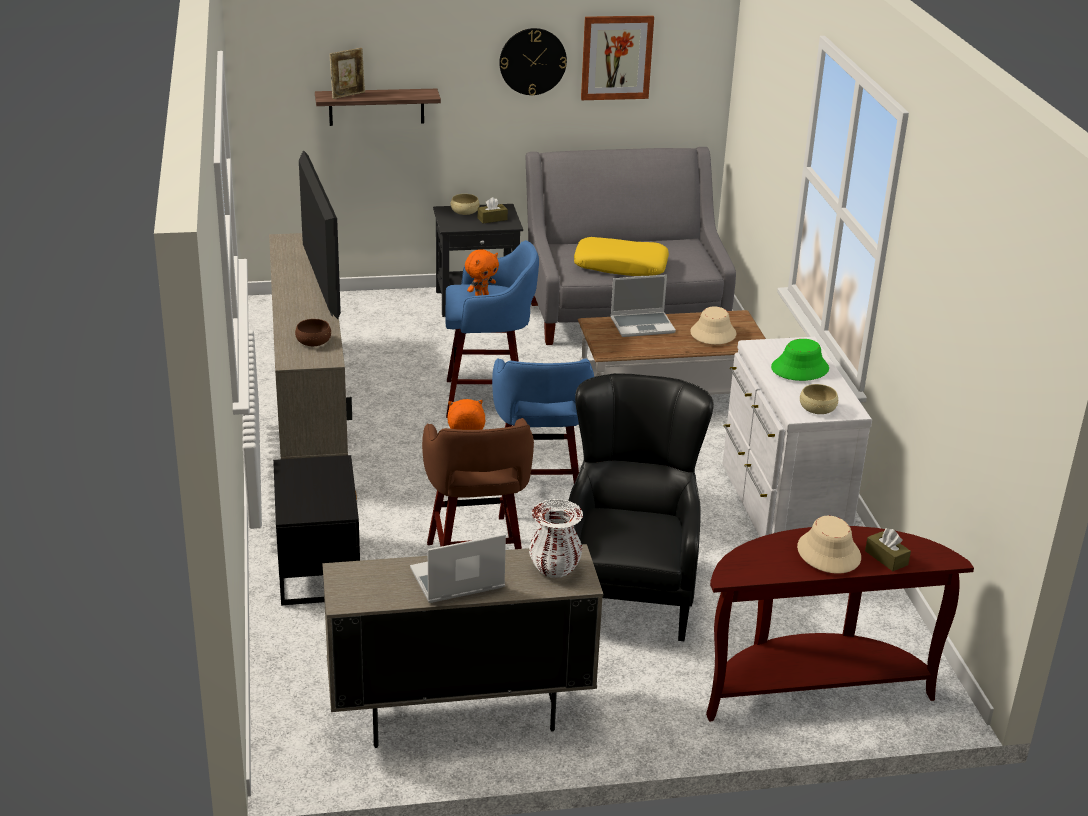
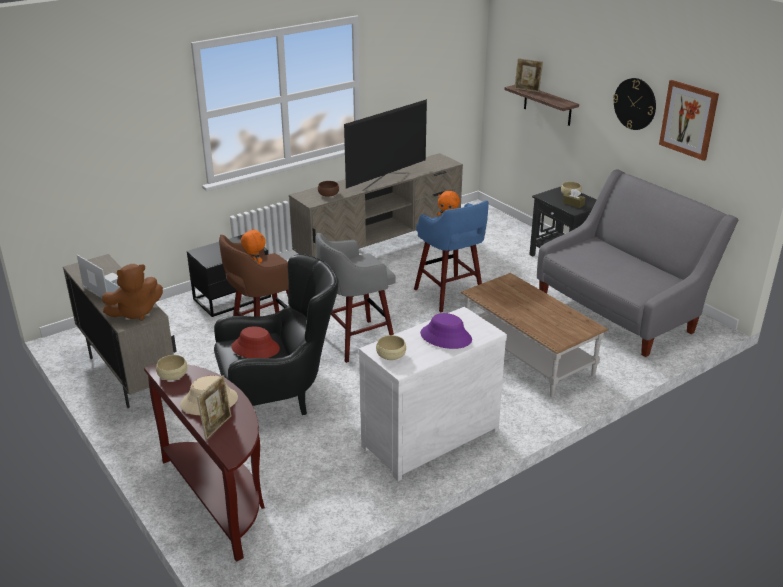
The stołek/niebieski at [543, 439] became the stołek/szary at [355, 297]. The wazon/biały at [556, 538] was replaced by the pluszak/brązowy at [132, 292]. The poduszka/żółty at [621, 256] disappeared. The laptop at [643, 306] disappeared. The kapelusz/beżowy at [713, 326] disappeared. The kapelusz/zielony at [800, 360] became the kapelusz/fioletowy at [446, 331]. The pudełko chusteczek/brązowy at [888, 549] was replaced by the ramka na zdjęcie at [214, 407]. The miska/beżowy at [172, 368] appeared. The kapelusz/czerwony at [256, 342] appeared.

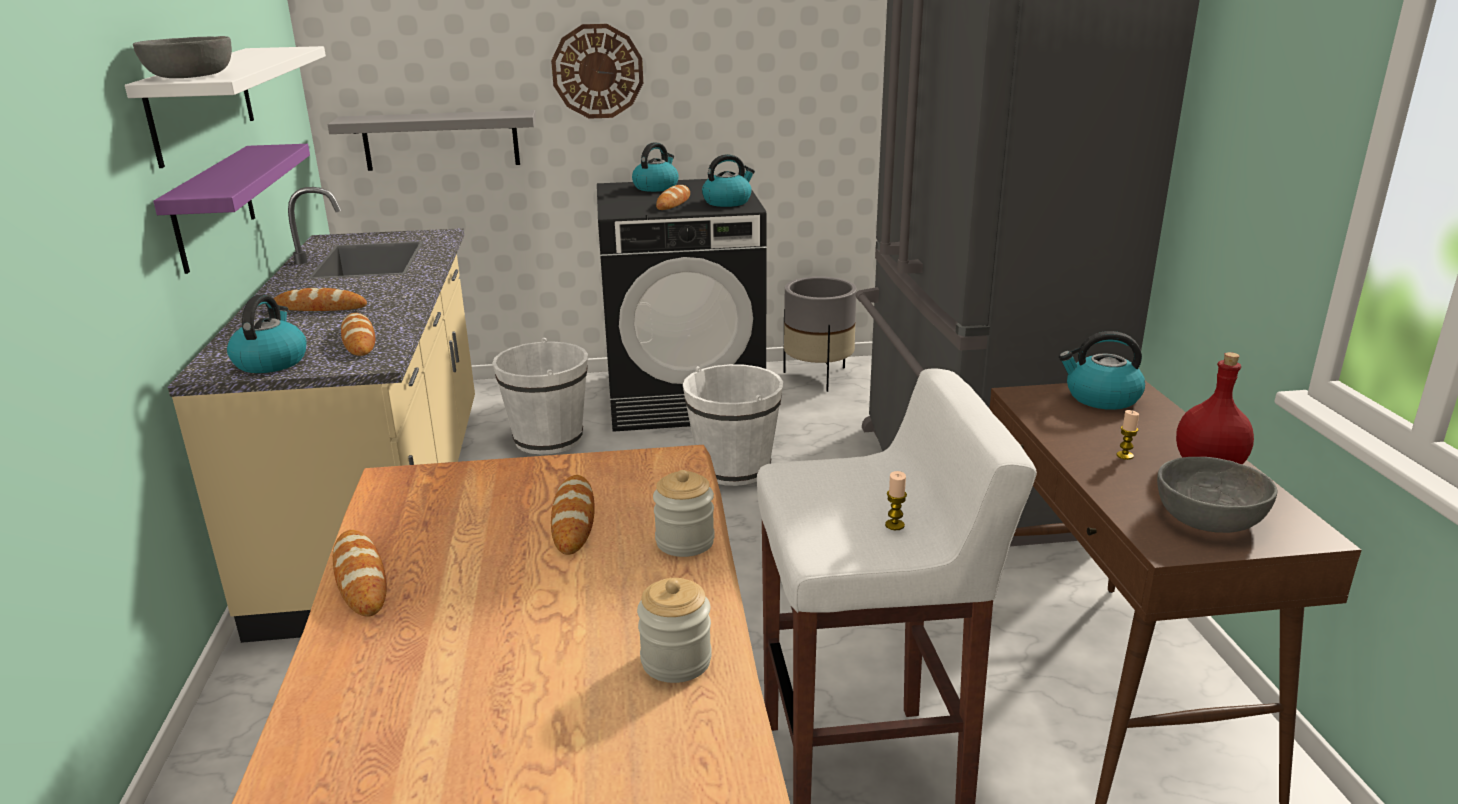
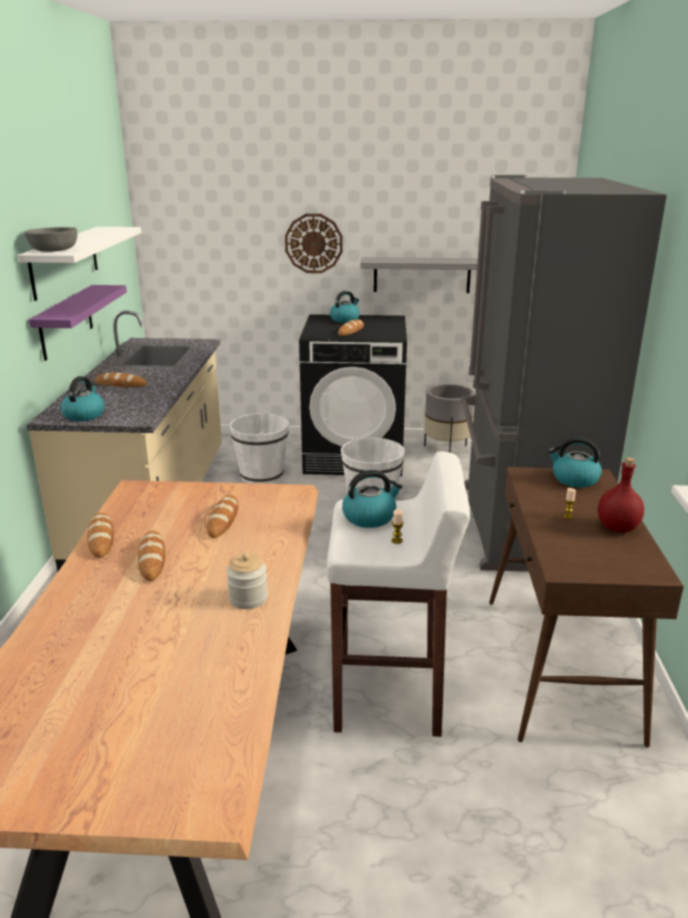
The półka/szary moved from [432, 140] to [419, 275]. The chleb moved from [358, 334] to [151, 555]. The słoik at [684, 513] disappeared. The czajnik moved from [728, 180] to [372, 499]. The miska/szary at [1217, 495] disappeared.

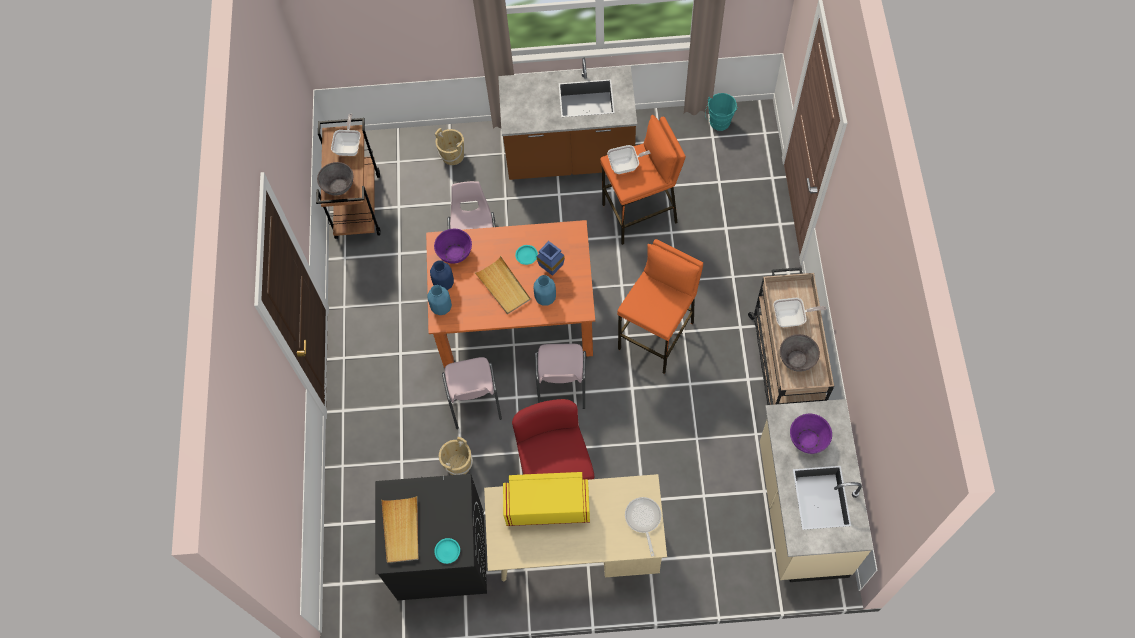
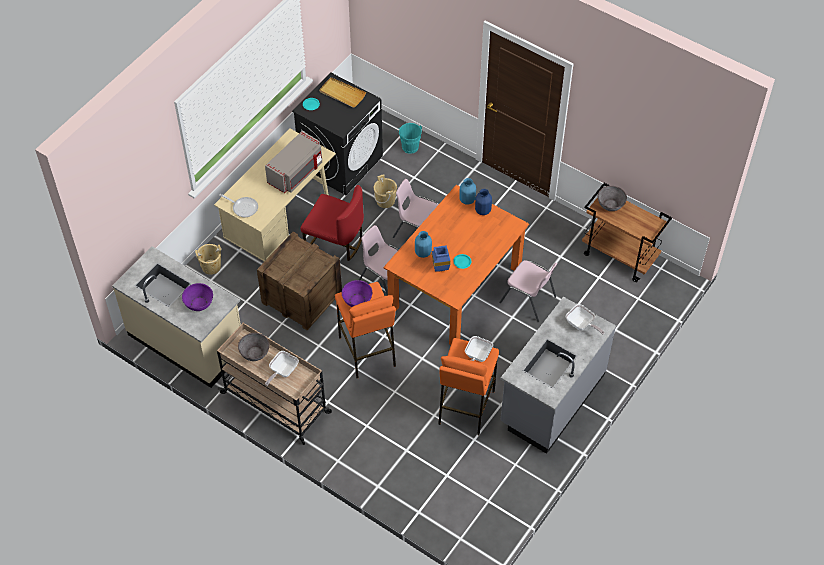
The patelnia moved from [346, 135] to [585, 319]. The miska/fioletowy moved from [453, 246] to [357, 293]. The wiadro/beżowy moved from [449, 146] to [208, 259]. The taca/beżowy at [502, 285] disappeared. The zabudowa kuchenna/brązowy at [567, 119] became the zabudowa kuchenna/szary at [558, 375]. The mikrofalówka/żółty at [546, 499] became the mikrofalówka/szary at [293, 162]. The wiadro/turkusowy moved from [721, 112] to [409, 138]. The skrzynka at [299, 281] appeared.

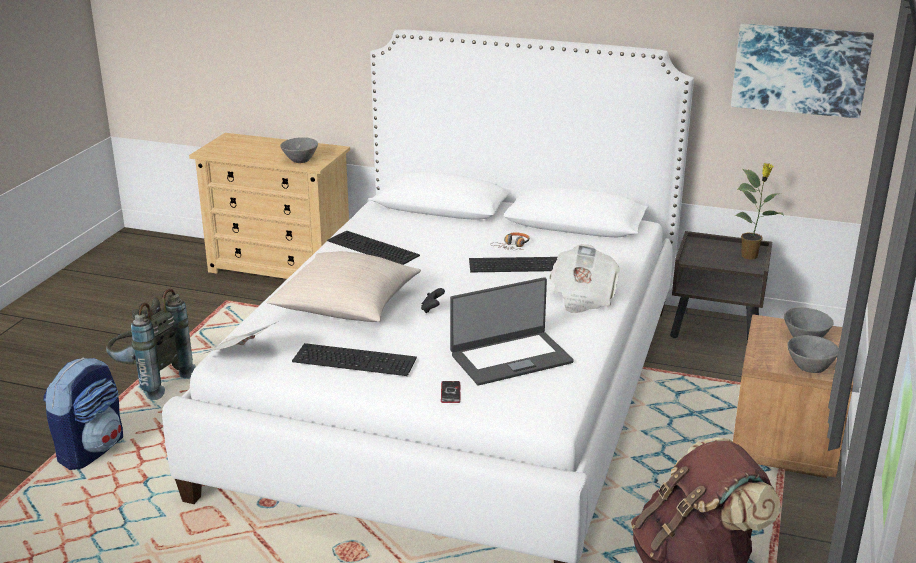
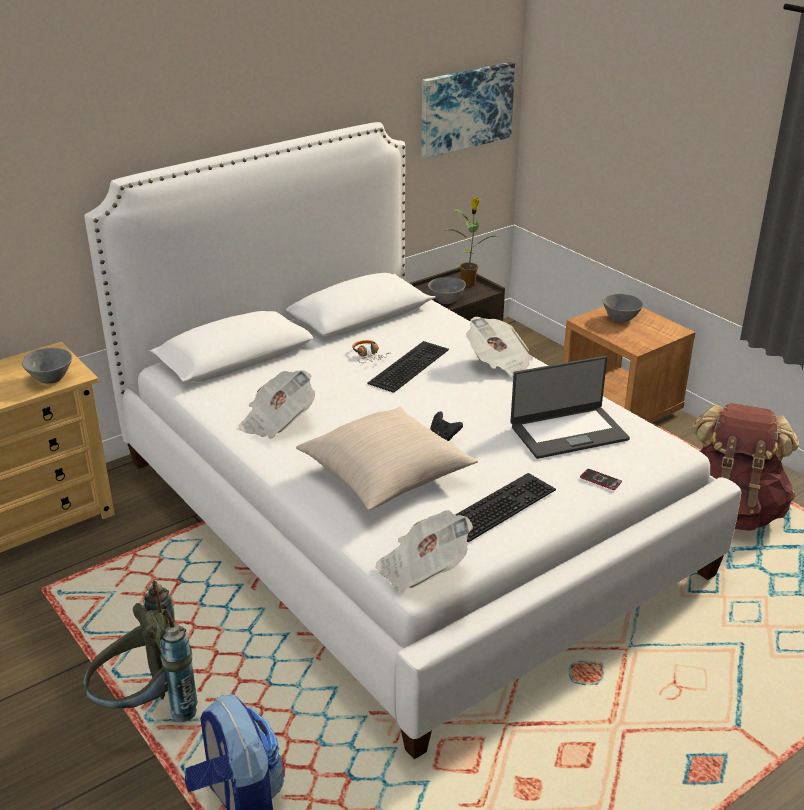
The klawiatura at [373, 248] was replaced by the gazeta at [277, 404]. The laptop at [512, 331] turned 60 degrees clockwise. The miska/szary moved from [813, 354] to [447, 290].

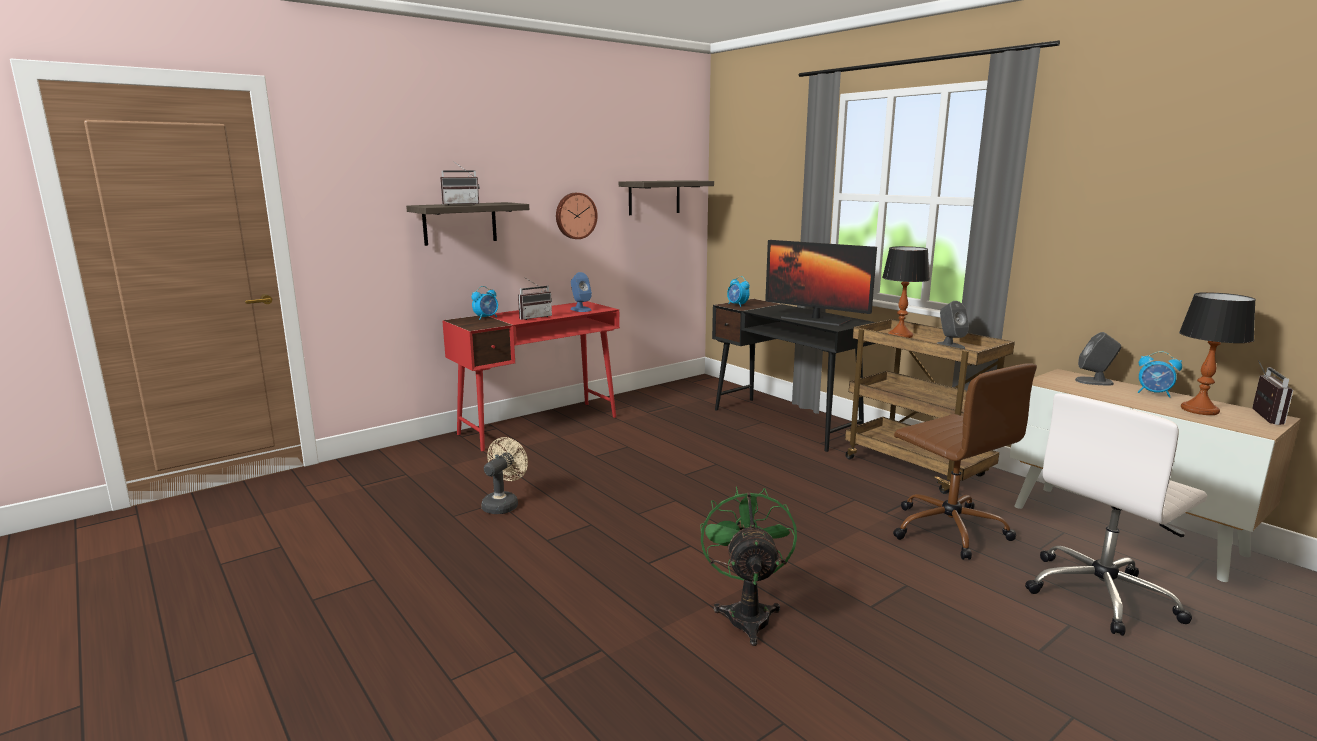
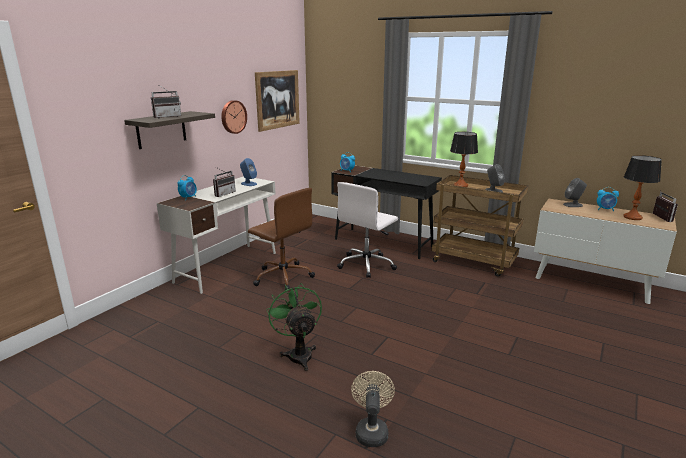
The biurko/czerwony at [531, 376] became the biurko/biały at [216, 235]. The wentylator/beżowy moved from [505, 475] to [373, 409]. The półka at [666, 197] was replaced by the obraz at [277, 101]. The wentylator/zielony moved from [748, 566] to [294, 327]. The monitor at [821, 283] disappeared. The krzesło biurowe/brązowy moved from [965, 462] to [281, 239]. The krzesło biurowe/biały moved from [1116, 514] to [367, 230].

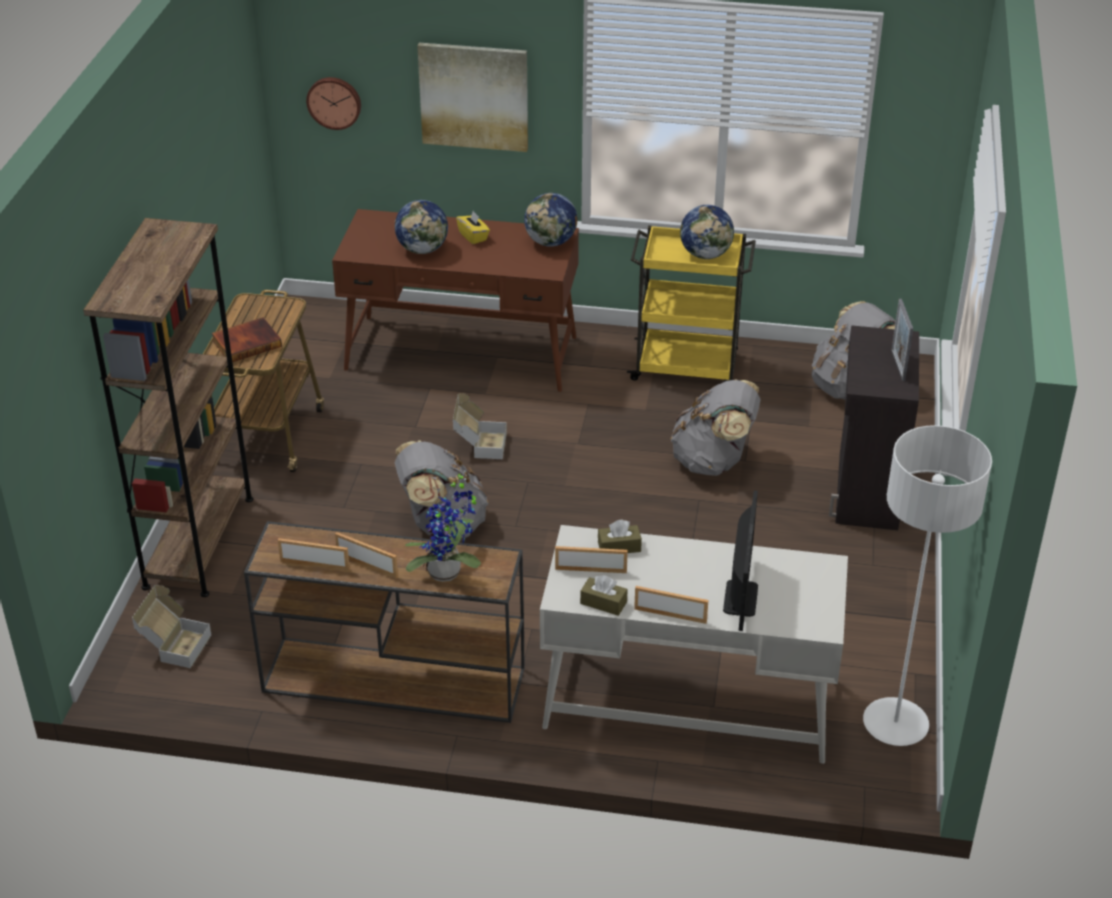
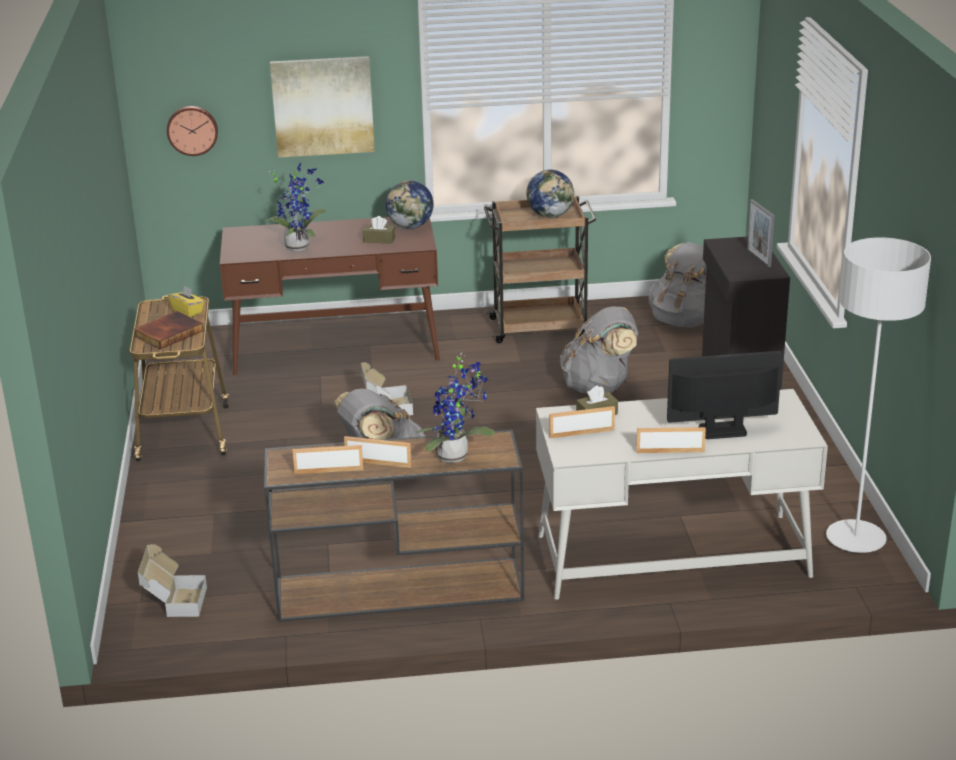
The regał/brązowy at [168, 407] disappeared. The globus at [421, 227] was replaced by the roślina doniczkowa at [296, 207]. The pudełko chusteczek/żółty moved from [473, 227] to [186, 301]. The pudełko chusteczek/brązowy moved from [604, 595] to [379, 230]. The wózek/żółty at [691, 303] became the wózek/brązowy at [540, 269]. The monitor at [740, 560] turned 90 degrees counterclockwise.

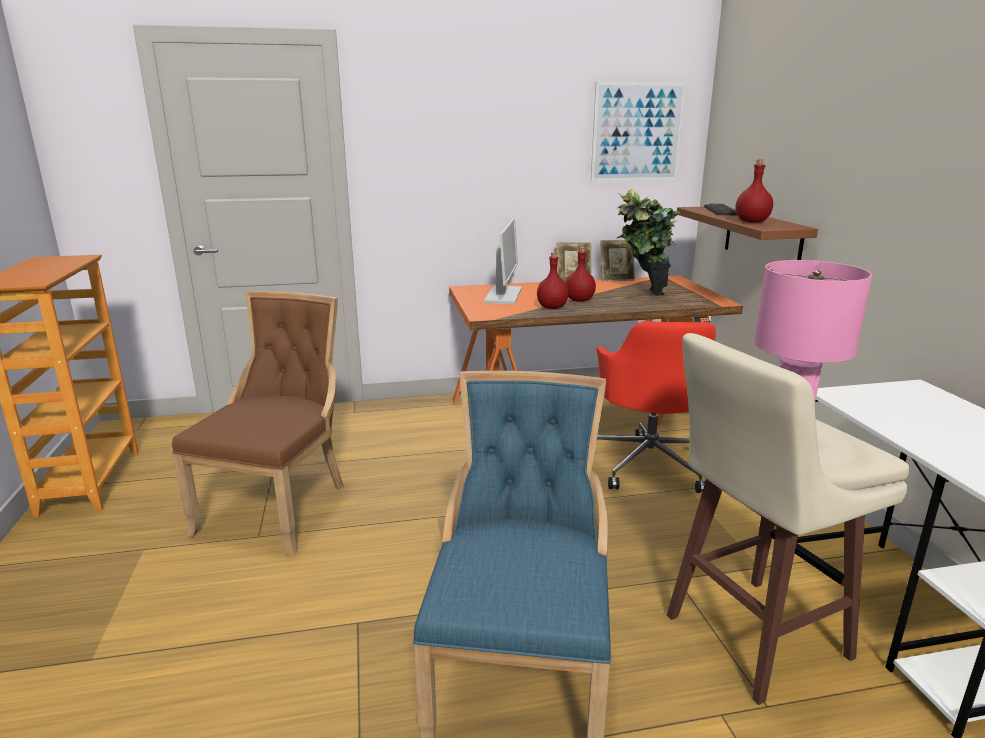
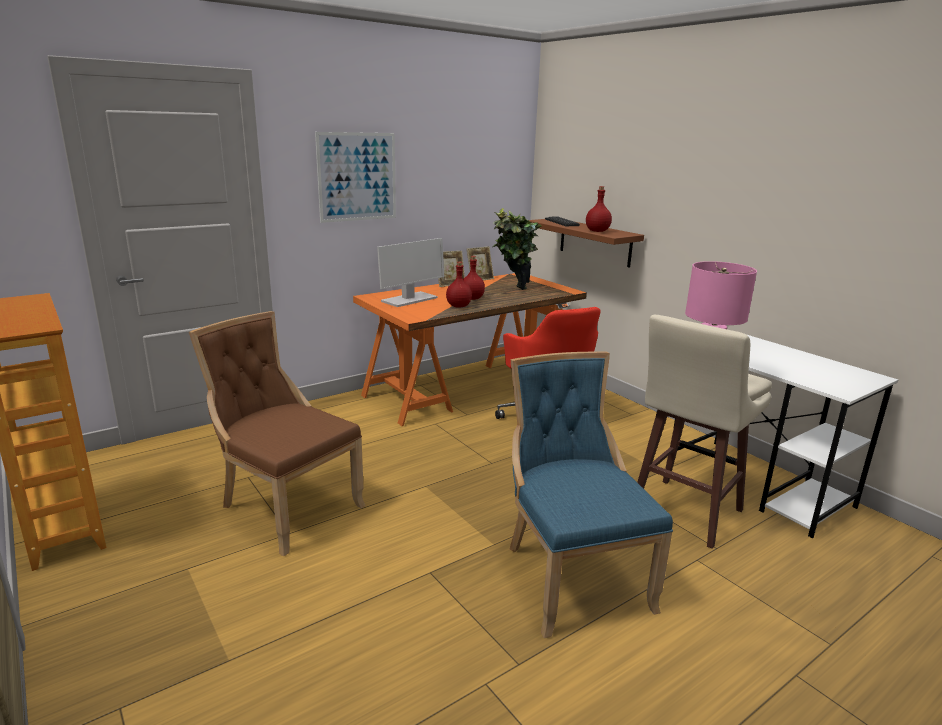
The krzesło/brązowy at [258, 423] turned 45 degrees counterclockwise. The monitor at [503, 261] turned 60 degrees clockwise. The obraz moved from [638, 132] to [355, 177].

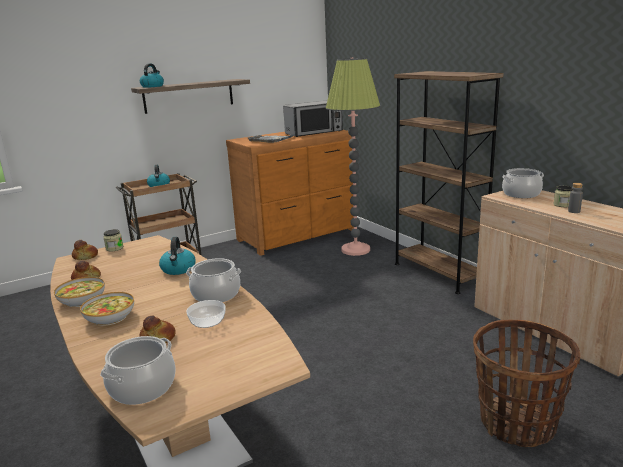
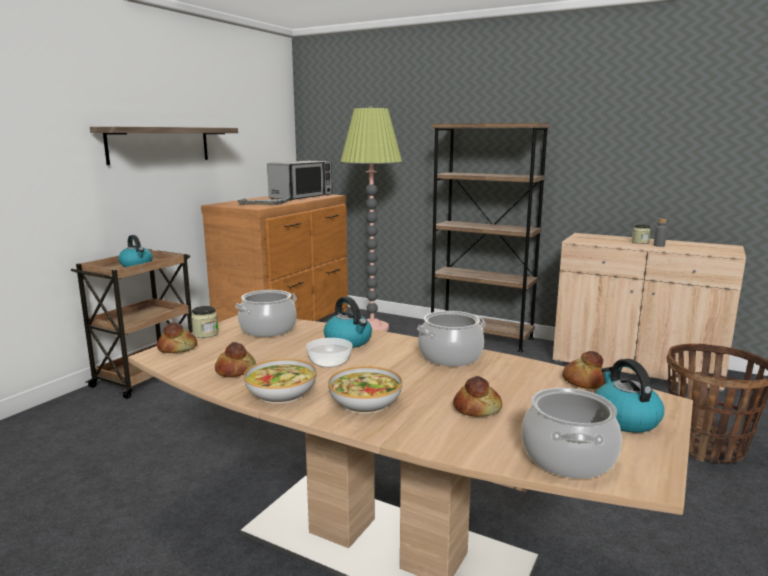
The czajnik moved from [152, 75] to [629, 396]. The miska moved from [206, 314] to [329, 353]. The garnek moved from [523, 183] to [266, 313]. The chleb at [583, 370] appeared.

